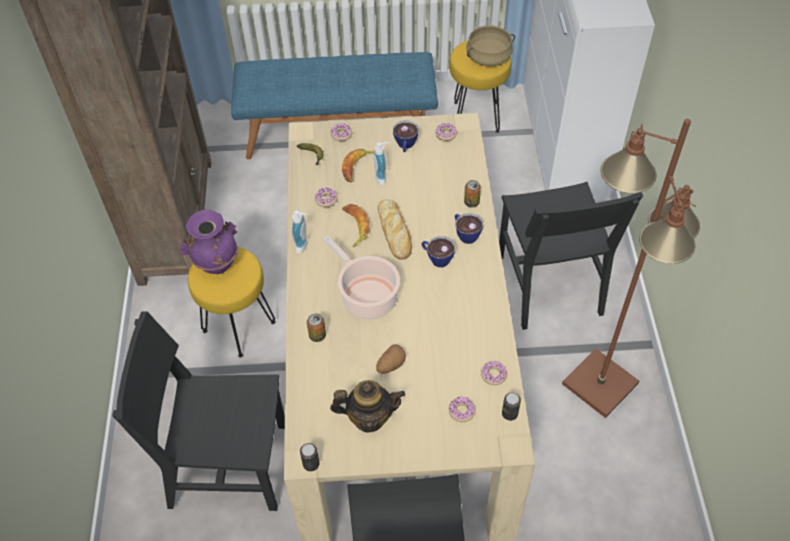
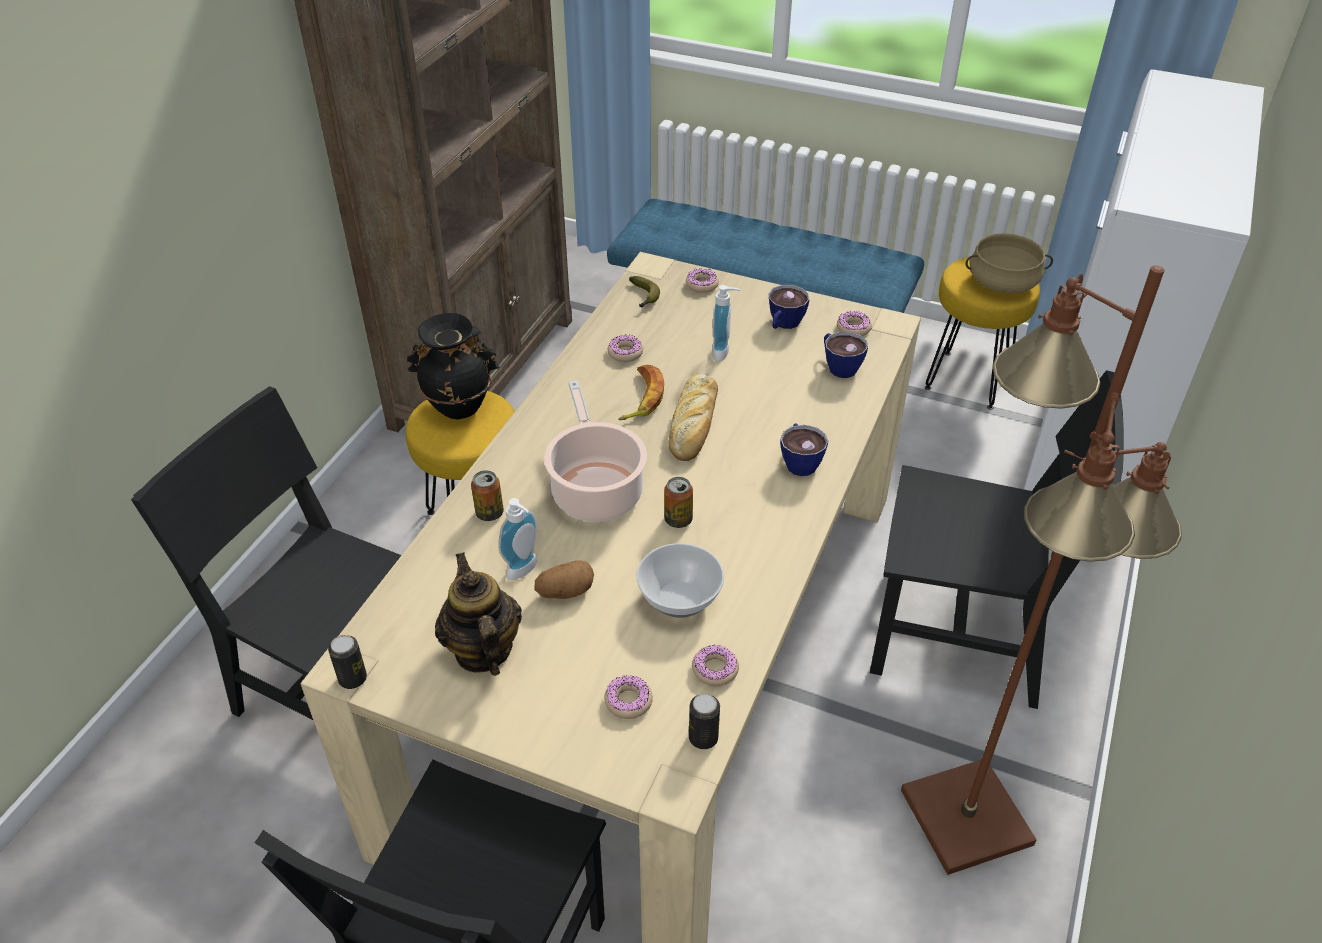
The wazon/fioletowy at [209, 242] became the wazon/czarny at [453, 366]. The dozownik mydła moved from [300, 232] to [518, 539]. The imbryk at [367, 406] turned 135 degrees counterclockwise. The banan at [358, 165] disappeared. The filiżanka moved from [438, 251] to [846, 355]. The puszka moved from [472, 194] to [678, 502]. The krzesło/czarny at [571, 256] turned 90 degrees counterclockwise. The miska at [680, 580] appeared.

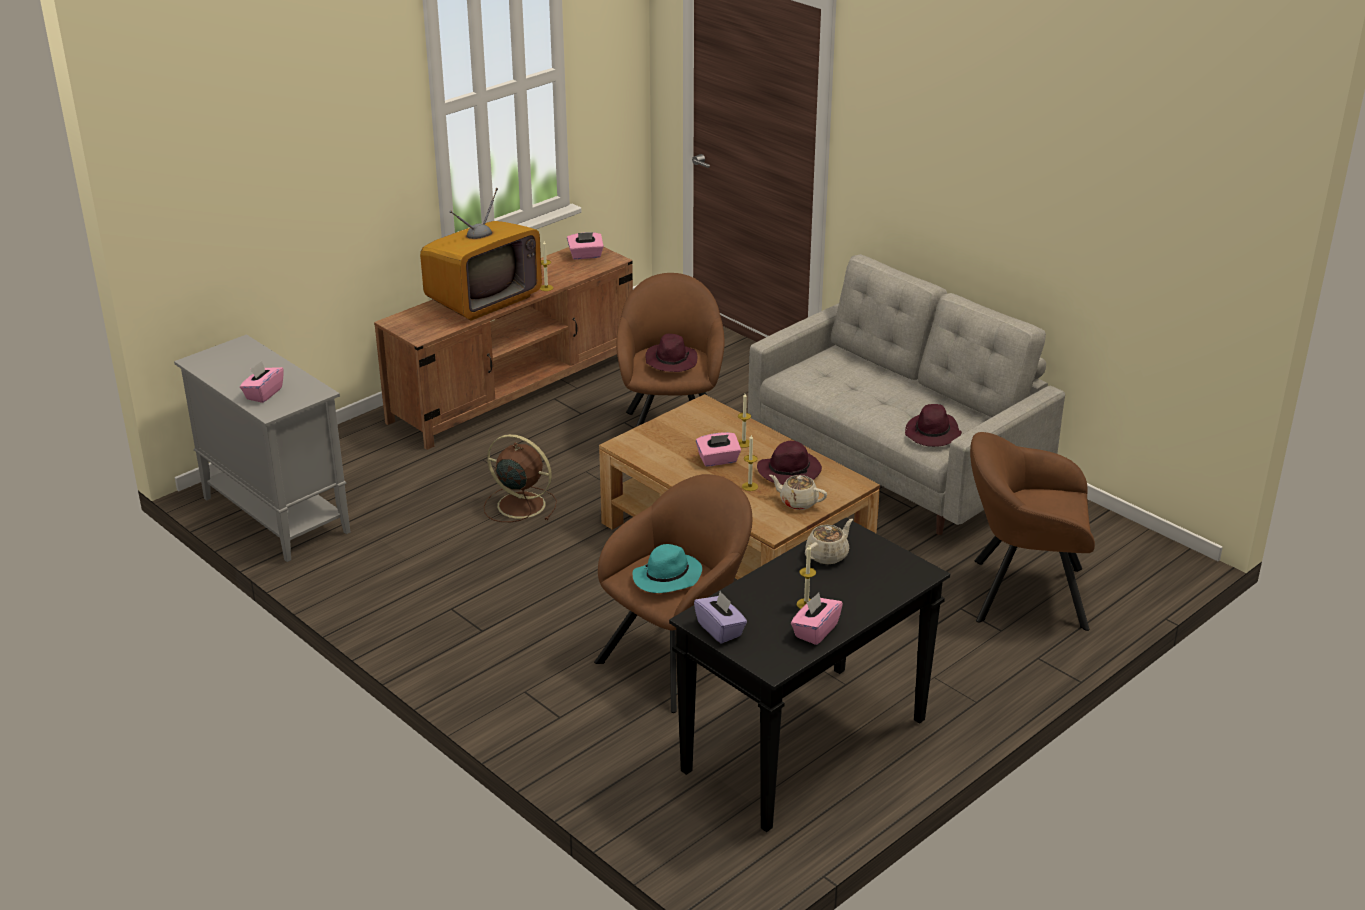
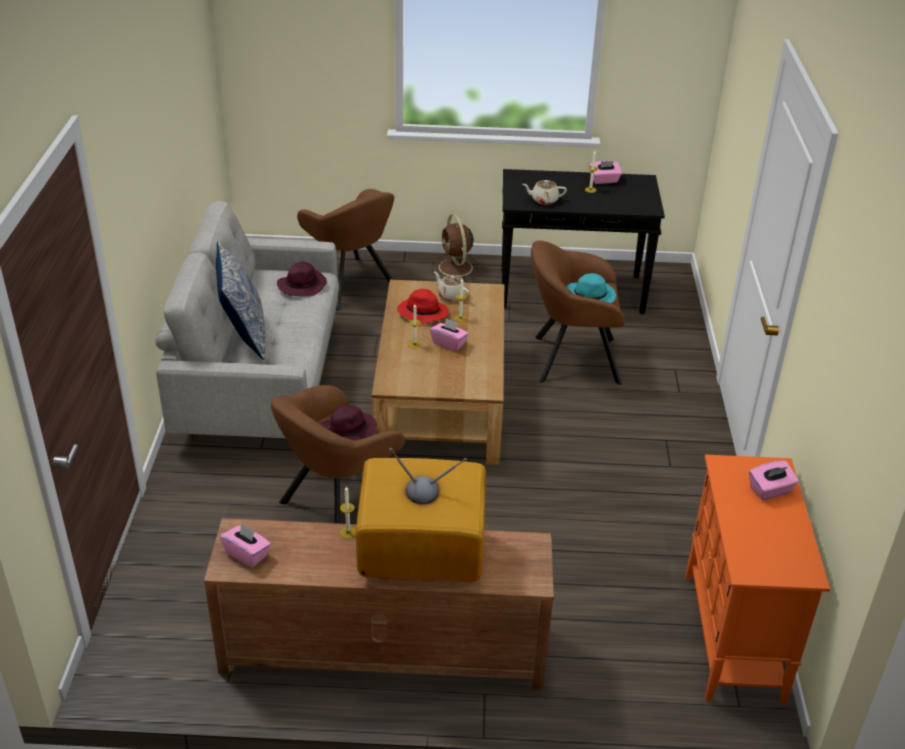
The szafka/szary at [262, 448] became the szafka/pomarańczowy at [757, 579]. The wentylator/brązowy moved from [520, 478] to [457, 247]. The pudełko chusteczek/fioletowy at [720, 617] disappeared. The kapelusz/fioletowy at [789, 463] became the kapelusz/czerwony at [423, 306]. The imbryk/beżowy at [798, 492] turned 150 degrees clockwise. The poduszka at [240, 300] appeared.

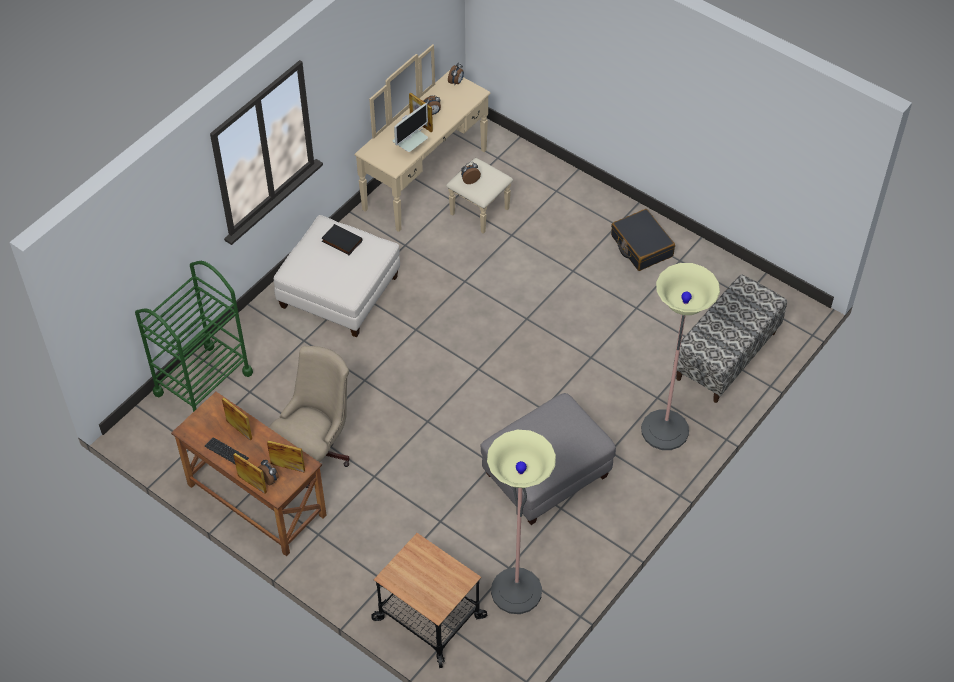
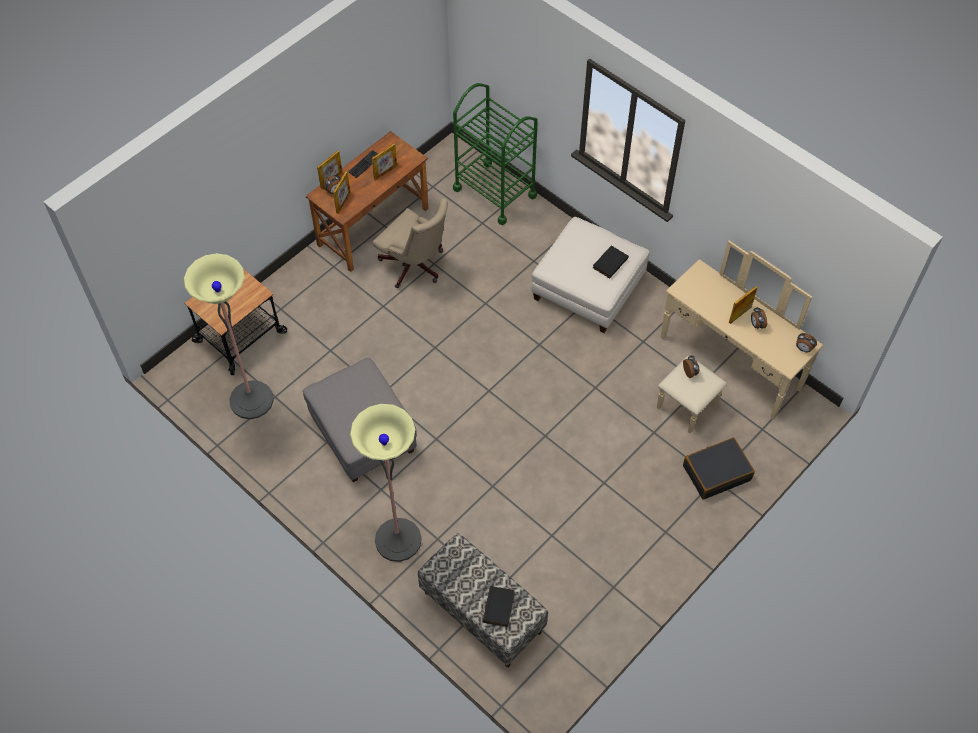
The monitor at [410, 127] disappeared. The walizka/czarny moved from [643, 240] to [719, 468]. The książka/czarny at [499, 606] appeared.

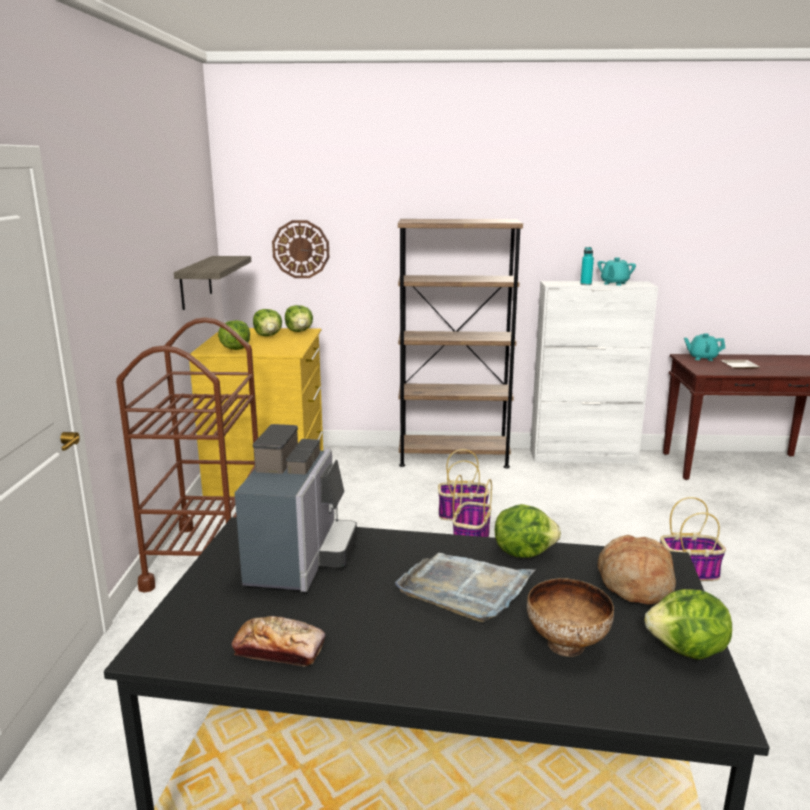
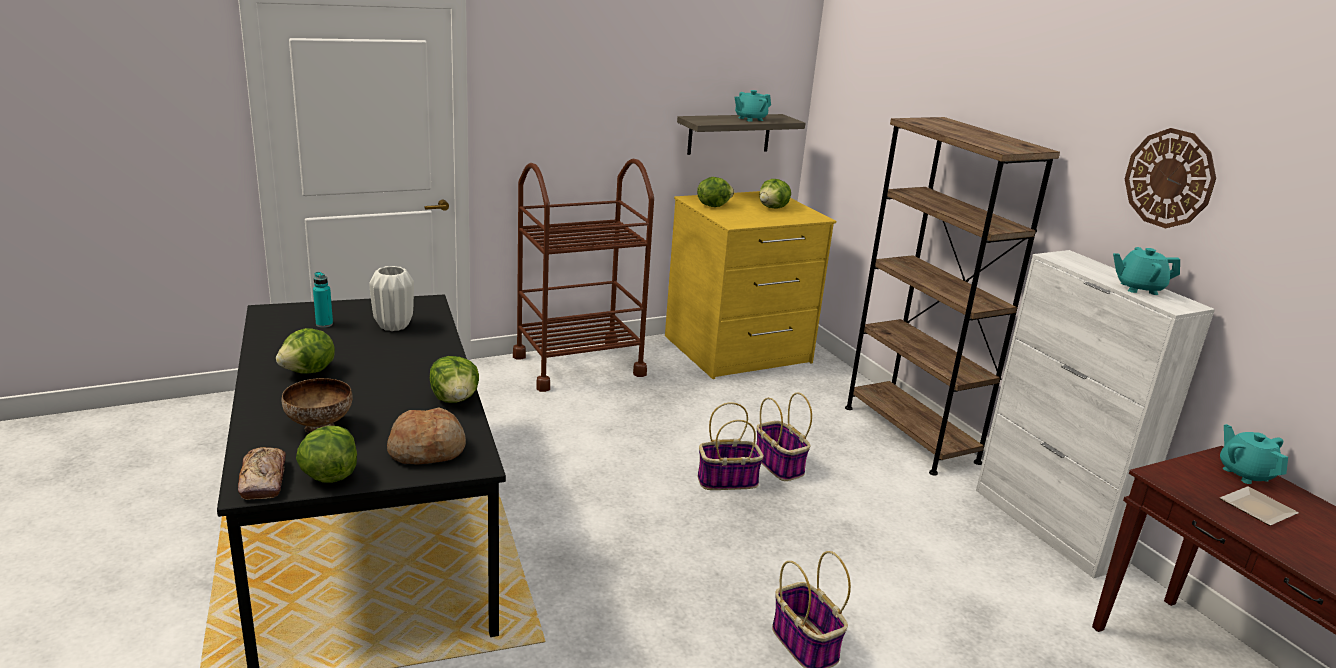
The chleb moved from [278, 641] to [262, 473]. The ekspres do kawy at [296, 508] was replaced by the wazon/biały at [391, 298]. The zegar ścienny moved from [300, 249] to [1170, 178]. The sałata moved from [299, 318] to [305, 351]. The taca/szary at [465, 587] disappeared. The butelka/turkusowy moved from [587, 266] to [323, 300]. The imbryk/turkusowy at [752, 106] appeared.

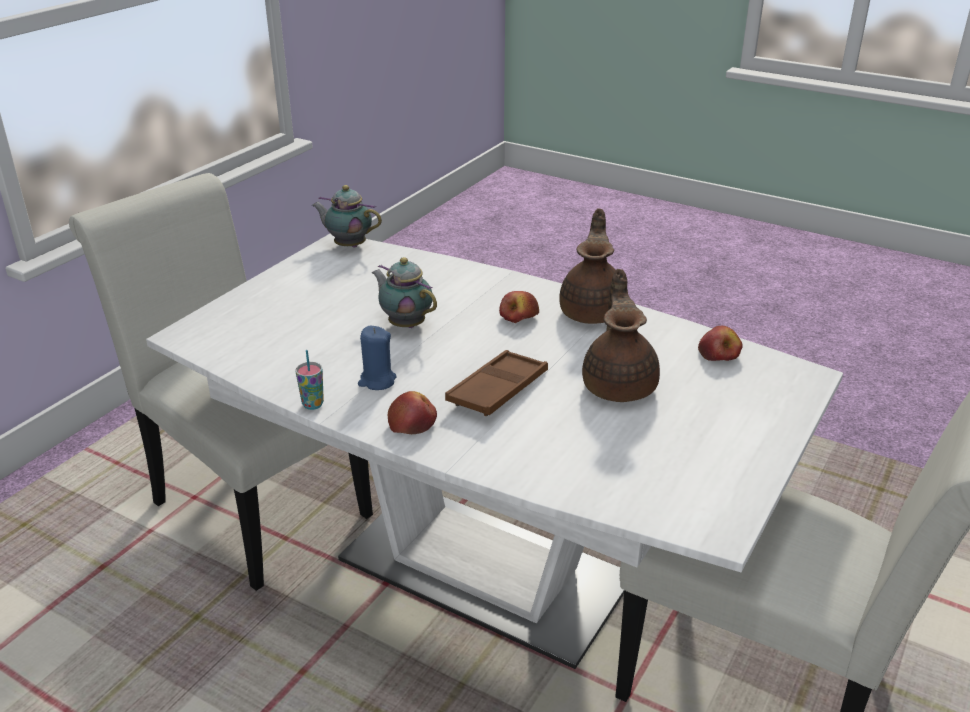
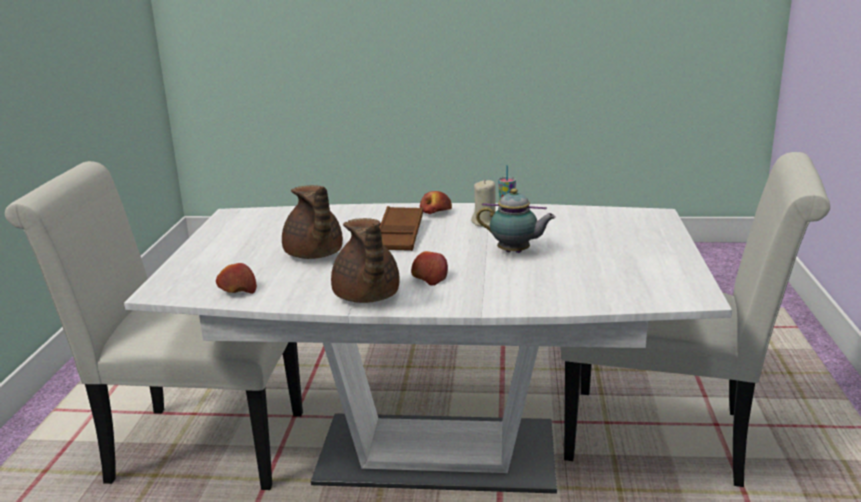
The imbryk at [347, 216] disappeared. The świeca/niebieski at [377, 358] became the świeca/beżowy at [483, 202].

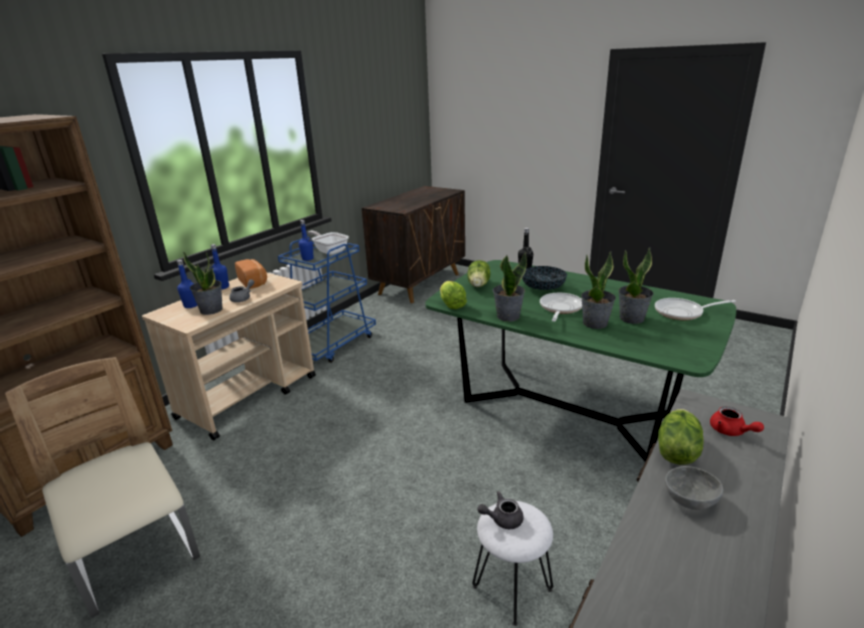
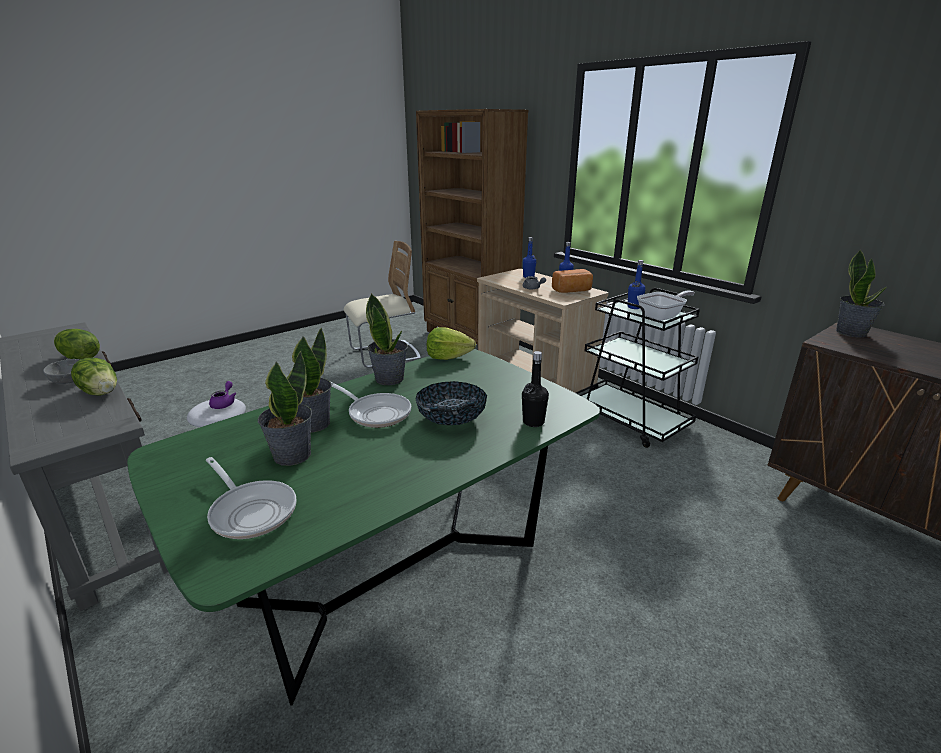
The roślina doniczkowa moved from [202, 283] to [861, 294]. The wózek/niebieski at [327, 301] became the wózek/czarny at [638, 368]. The sałata moved from [479, 273] to [77, 344]. The imbryk/szary at [500, 510] became the imbryk/fioletowy at [222, 395]. The patelnia at [695, 309] turned 120 degrees clockwise. The imbryk/czerwony at [737, 421] disappeared.

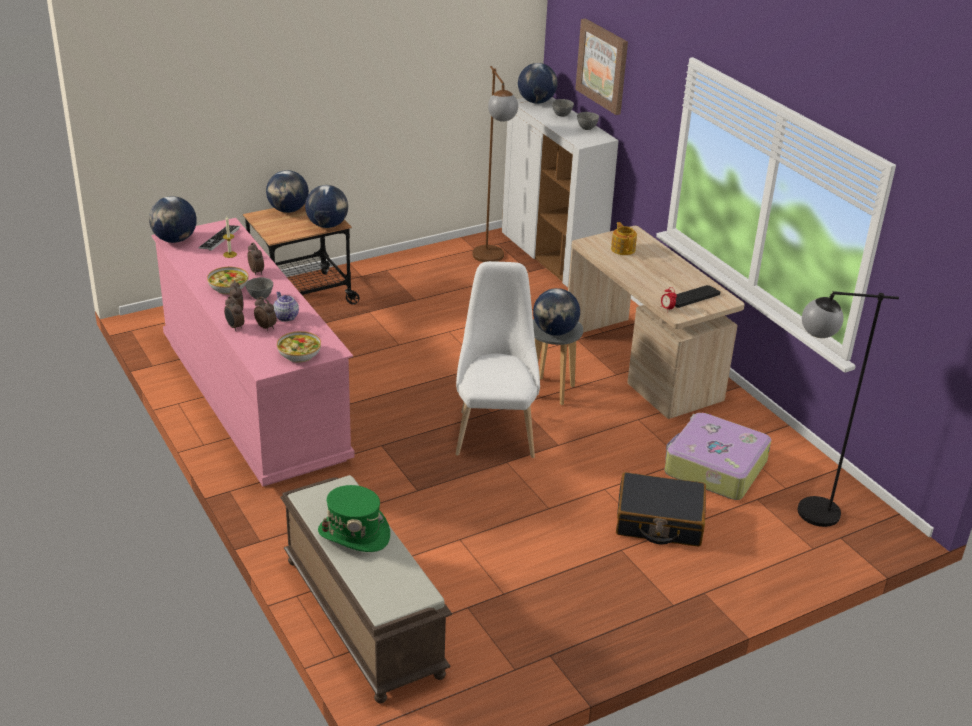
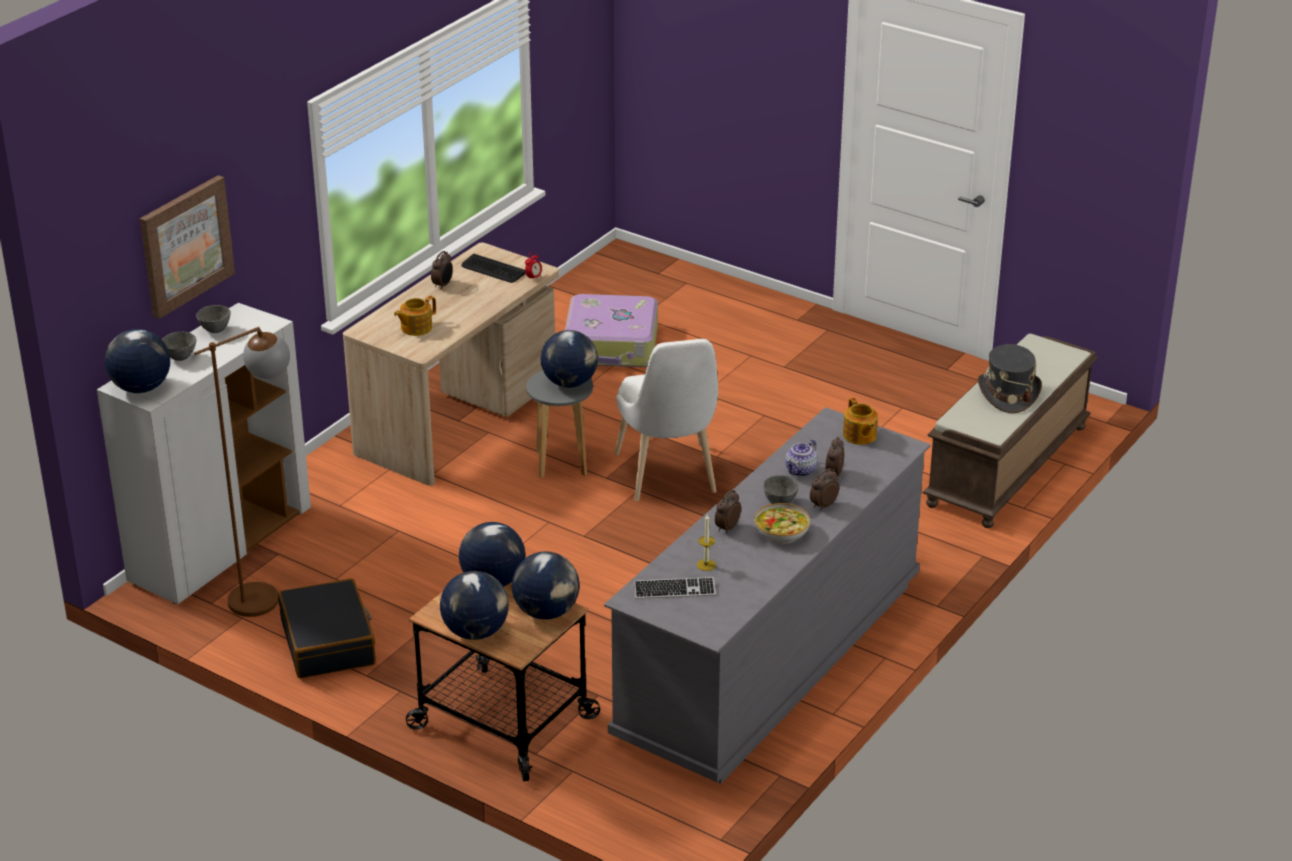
The globus moved from [173, 219] to [546, 585]. The komoda/różowy at [253, 352] became the komoda/szary at [767, 595]. The budzik moved from [234, 313] to [442, 270]. The miska at [299, 347] was replaced by the imbryk at [860, 421]. The kapelusz/zielony at [354, 518] became the kapelusz/szary at [1010, 378]. The krzesło/biały at [498, 359] turned 75 degrees counterclockwise. The walizka/czarny moved from [661, 509] to [326, 628]. The lampa stojąca/czarny at [848, 409] disappeared.

